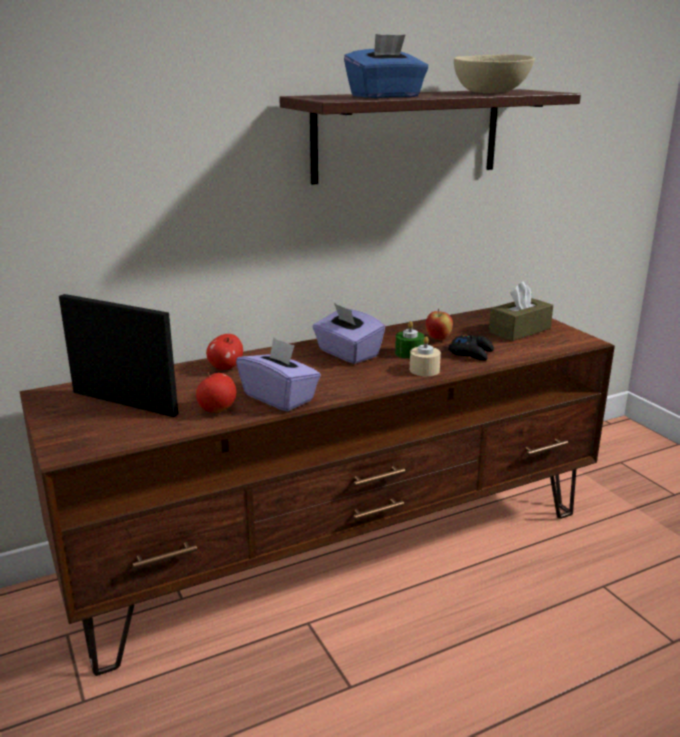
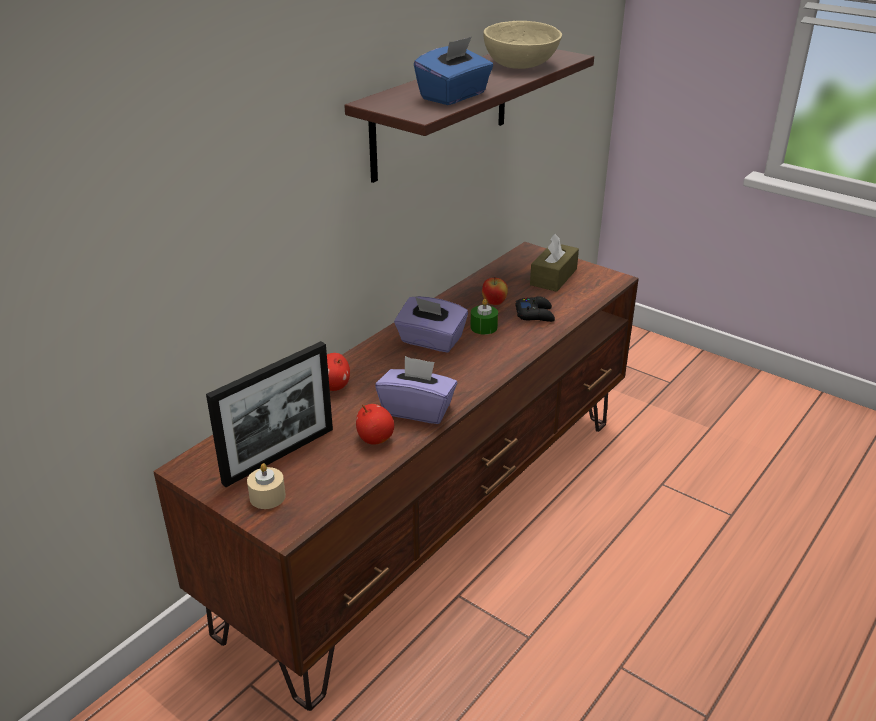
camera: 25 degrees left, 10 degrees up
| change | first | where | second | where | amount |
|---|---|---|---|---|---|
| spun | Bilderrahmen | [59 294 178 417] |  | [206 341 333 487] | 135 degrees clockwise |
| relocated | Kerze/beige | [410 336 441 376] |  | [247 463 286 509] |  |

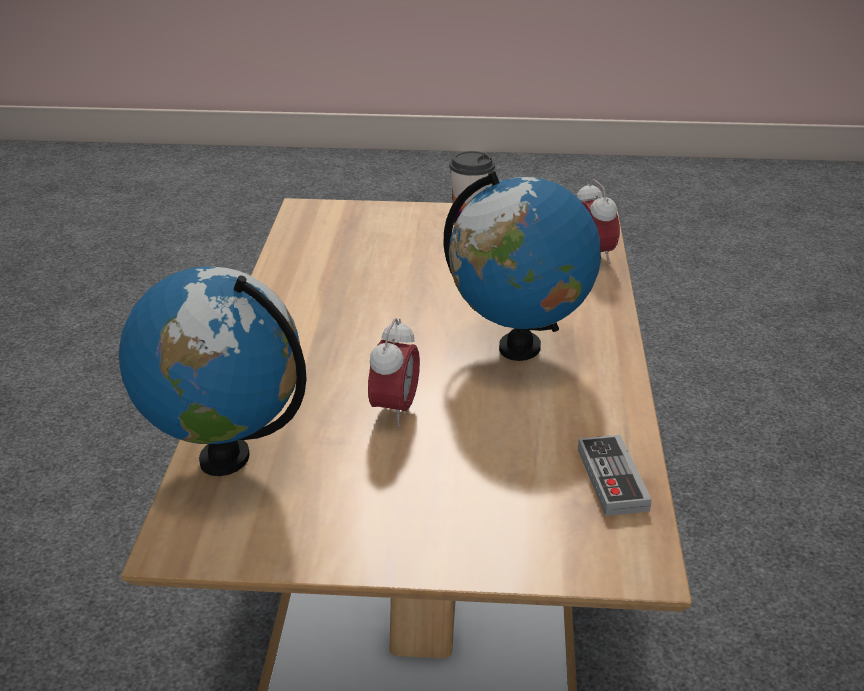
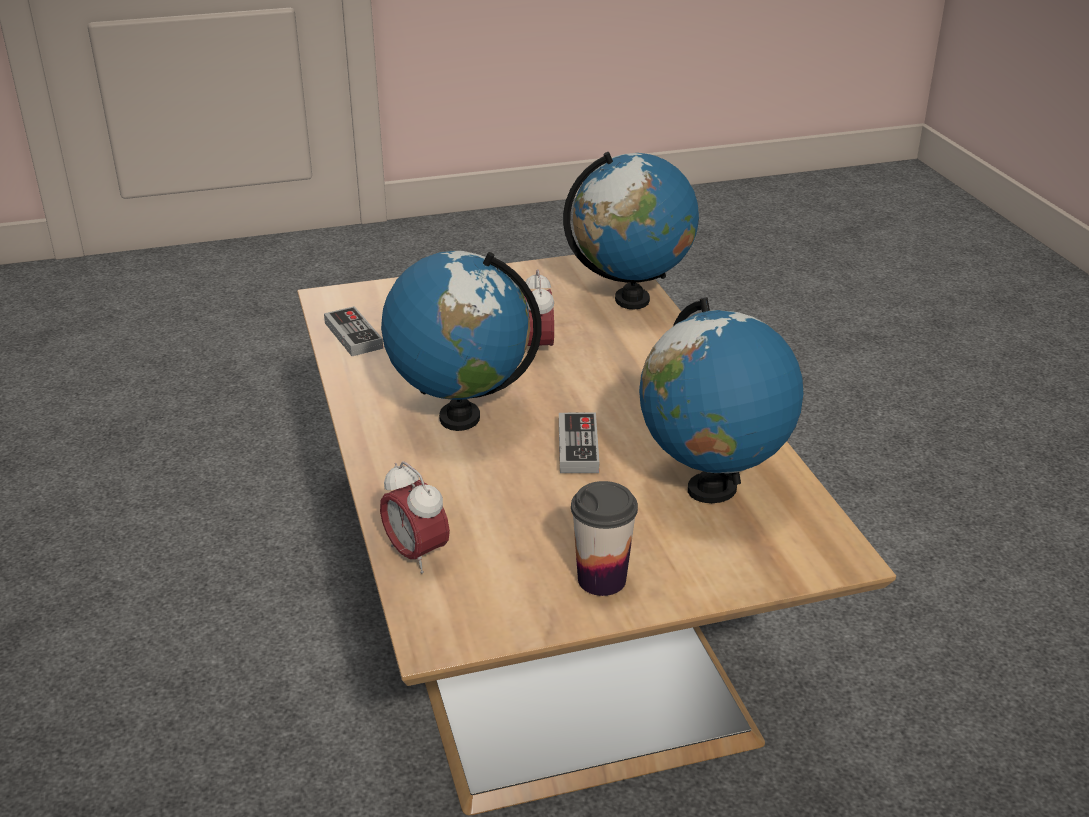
camera: 160 degrees right, 0 degrees up
| change | first | where | second | where | amount |
|---|---|---|---|---|---|
| appeared |  |  | Gamepad | [559 413 599 473] |  |
| appeared |  |  | Globus | [639 298 804 503] |  |

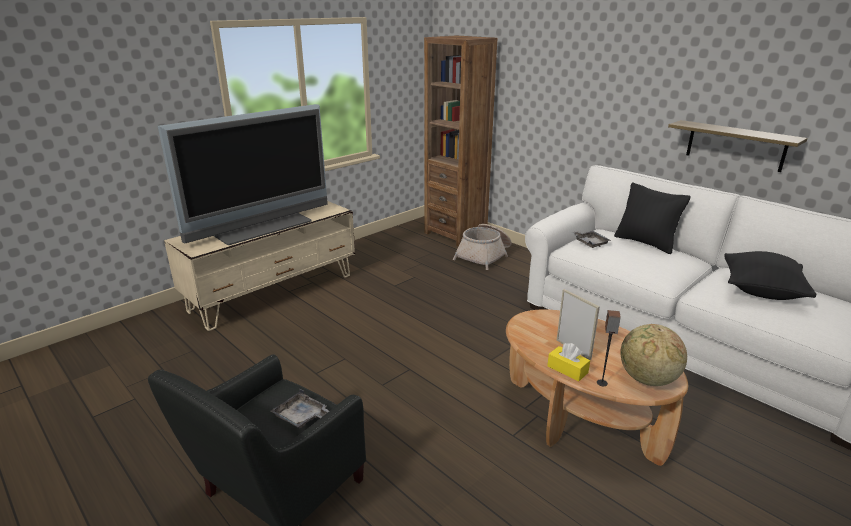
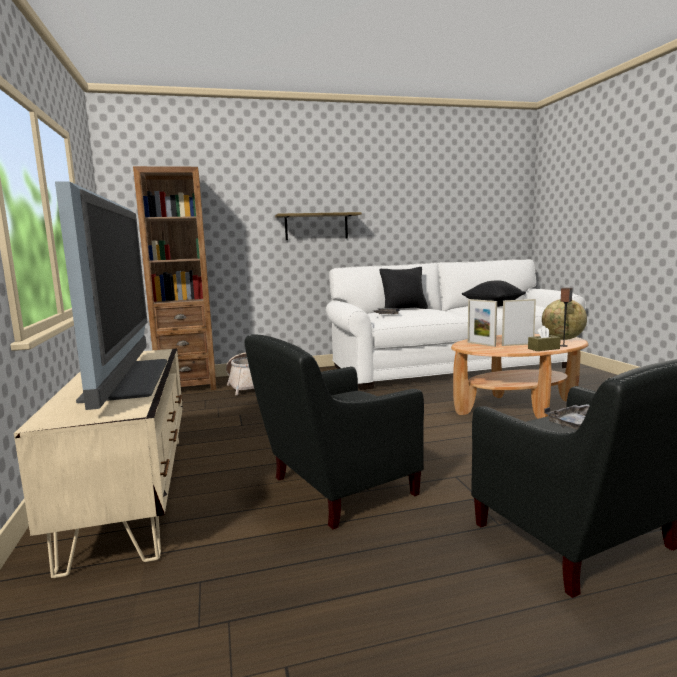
camera: 60 degrees left, 15 degrees down
| change | first | where | second | where | amount |
|---|---|---|---|---|---|
| appeared |  |  | Sessel/schwarz | [245 334 424 530] |  |
| relocated | Wandregal | [668 120 808 172] |  | [275 212 362 240] |  |
| appeared |  |  | Bilderrahmen | [468 299 497 347] |  |
| colour | Taschentuchbox/gelb | [547 343 590 381] | Taschentuchbox/braun | [528 326 561 351] |  |

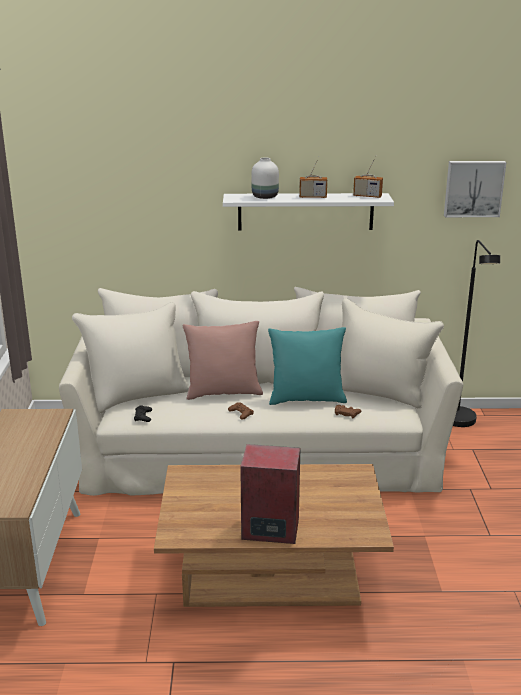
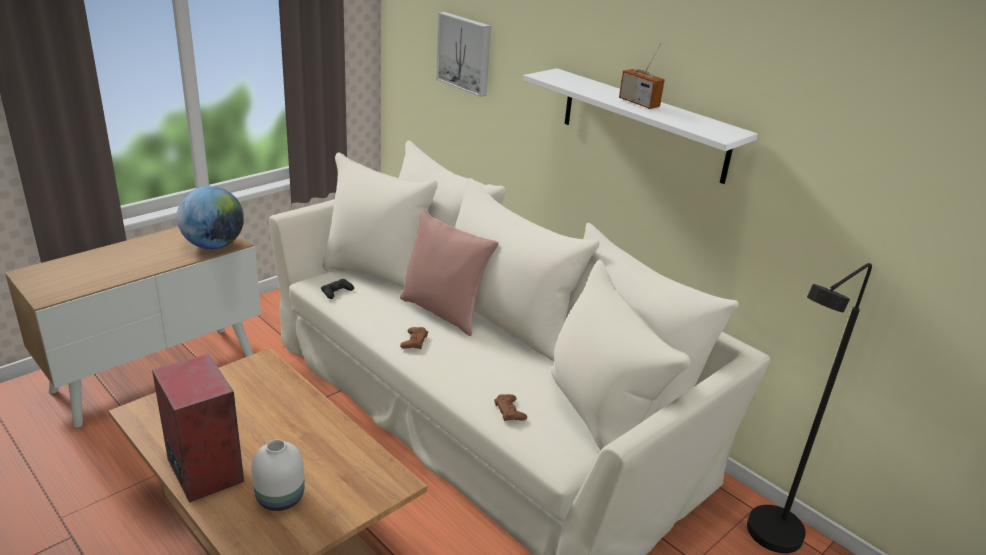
camera: 45 degrees right, 5 degrees up
| change | first | where | second | where | amount |
|---|---|---|---|---|---|
| appeared |  |  | Globus | [177 186 244 249] |  |
| relocated | Vase/weiß | [251 157 279 199] |  | [252 439 305 511] |  |
| relocated | Bild | [444 161 506 217] |  | [436 12 491 97] |  |
| missing | Kissen/türkis | [268 327 347 405] |  |  |  |
| missing | Radio | [353 156 383 198] |  |  |  |

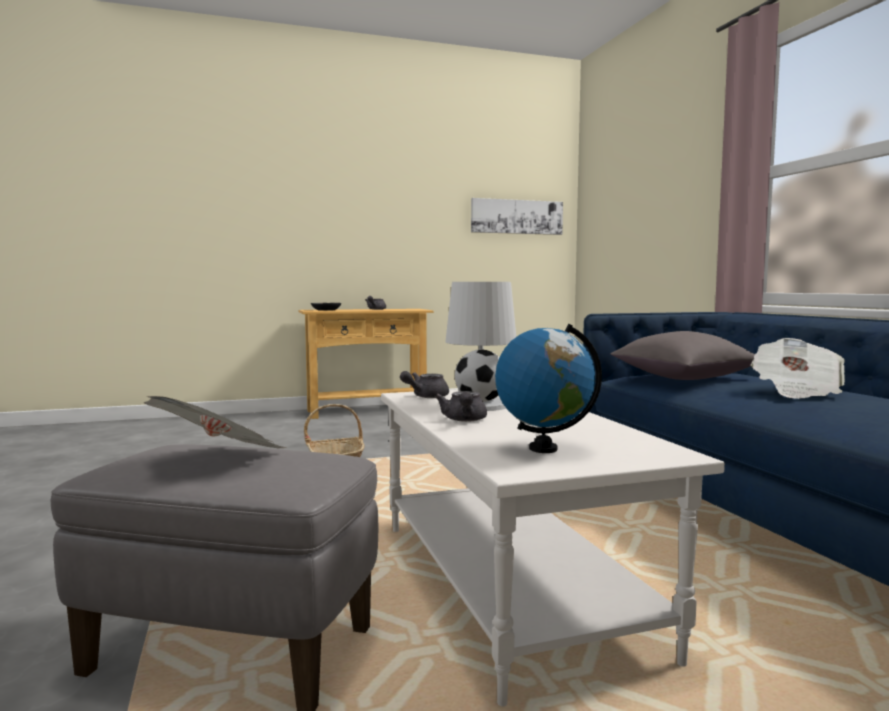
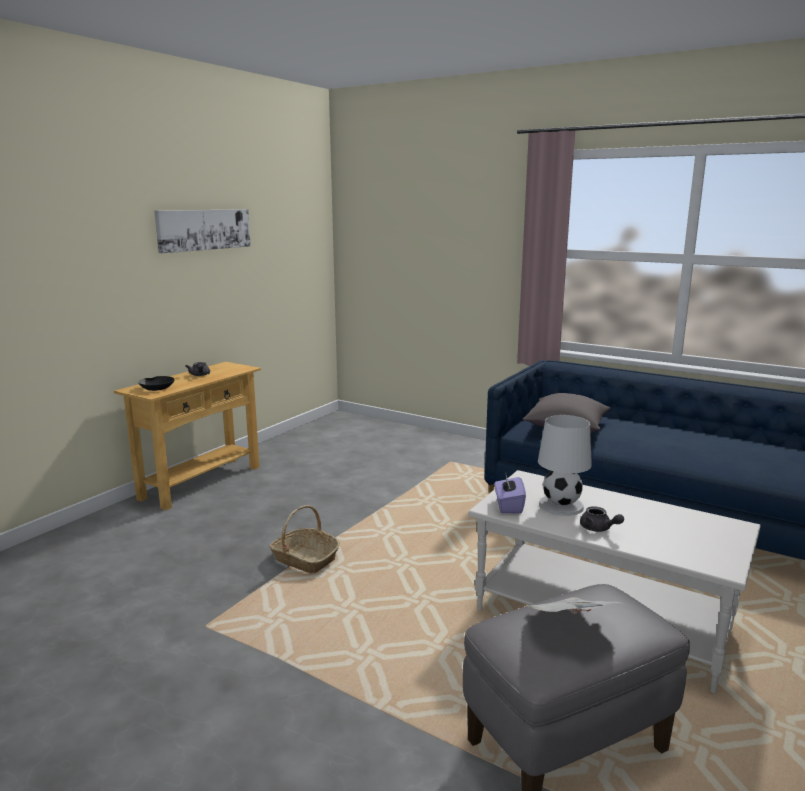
camera: 40 degrees left, 10 degrees up
| change | first | where | second | where | amount |
|---|---|---|---|---|---|
| relocated | Bild | [471 198 563 235] |  | [154 209 251 253] |  |
| exchanged | Teekanne/grau | [400 371 449 398] | Taschentuchbox/lila | [494 472 526 514] |  |
| missing | Globus | [495 324 602 453] |  |  |  |
| missing | Zeitung | [751 338 845 399] |  |  |  |

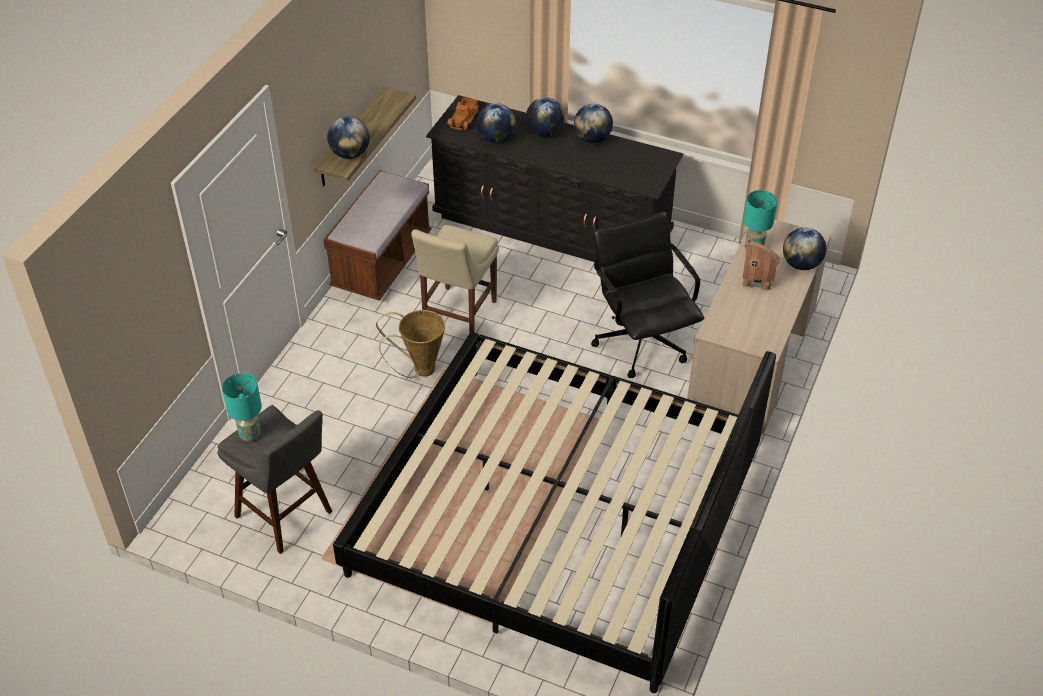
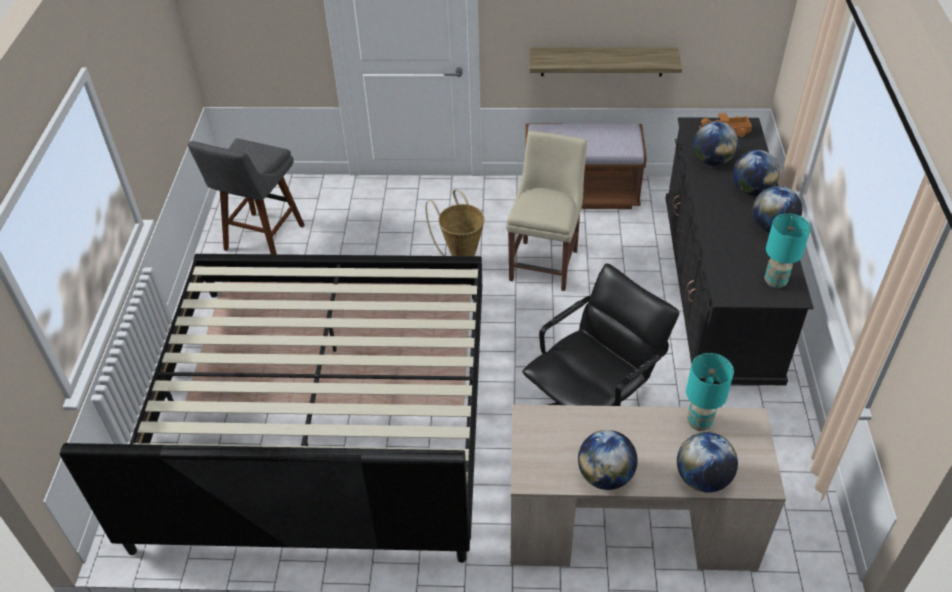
camera: 70 degrees right, 0 degrees up
| change | first | where | second | where | amount |
|---|---|---|---|---|---|
| spun | Stuhl/beige | [411 225 499 334] |  | [506 131 587 291] | 105 degrees clockwise |
| relocated | Globus | [327 116 370 159] |  | [578 430 638 490] |  |
| relocated | Tischlampe/türkis | [222 373 262 442] |  | [765 213 811 288] |  |
| missing | Spielzeughaus | [741 238 781 290] |  |  |  |

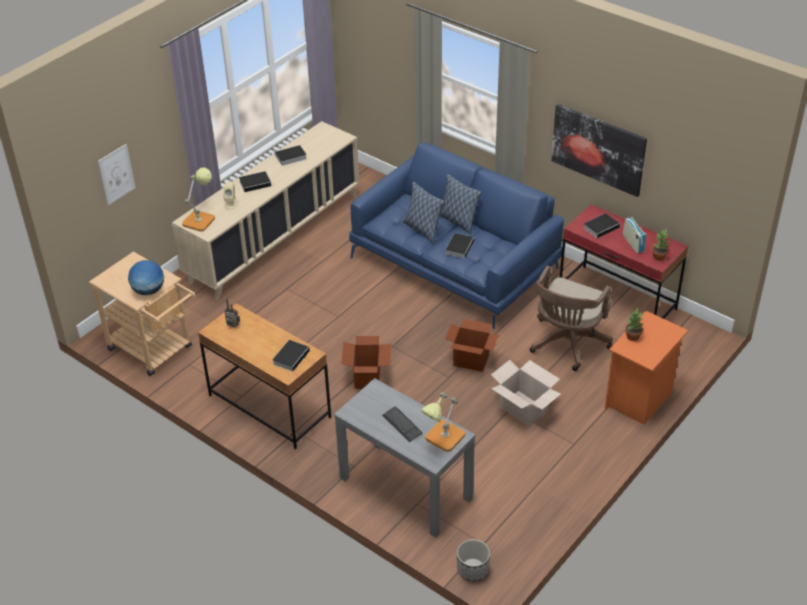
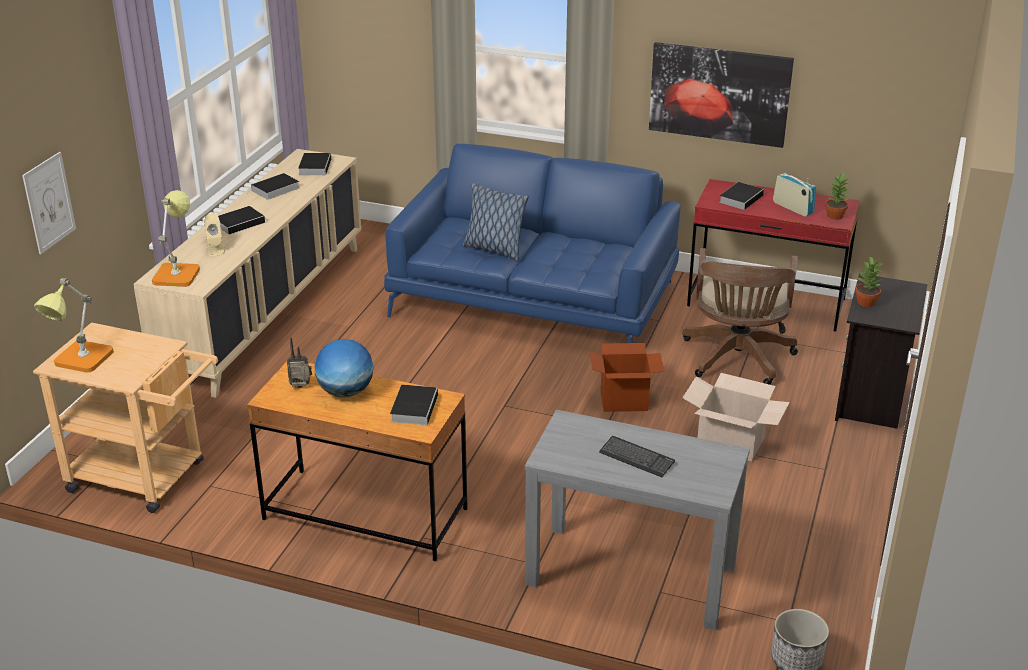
camera: 20 degrees left, 10 degrees down
| change | first | where | second | where | amount |
|---|---|---|---|---|---|
| relocated | Tischlampe | [421 392 465 452] |  | [34 278 114 373] |  |
| relocated | Buch | [446 233 474 258] |  | [298 153 331 175] |  |
| relocated | Globus | [128 260 164 296] |  | [314 339 374 397] |  |
| colour | Nachttisch/orange | [605 311 688 425] | Nachttisch/schwarz | [835 273 928 429] |  |
| missing | Karton | [341 336 391 389] |  |  |  |
| missing | Kissen | [440 174 482 234] |  |  |  |

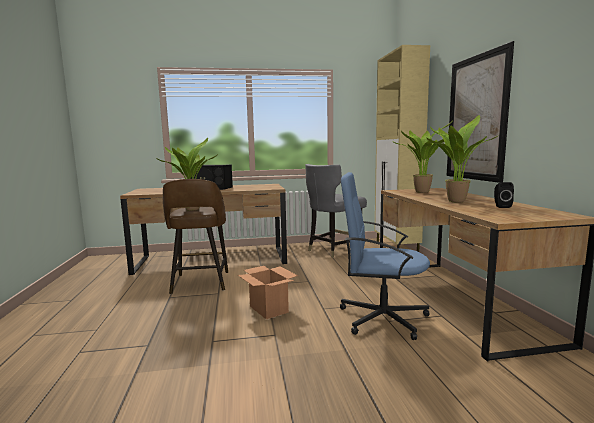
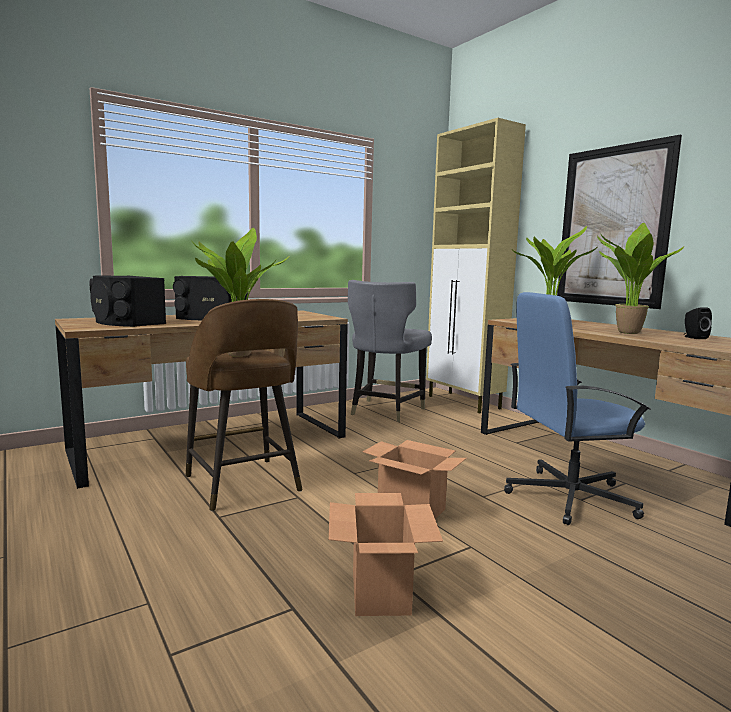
camera: 25 degrees left, 0 degrees up
| change | first | where | second | where | amount |
|---|---|---|---|---|---|
| appeared |  |  | Lautsprecher/schwarz | [90 275 166 327] |  |
| appeared |  |  | Karton | [329 493 443 616] |  |

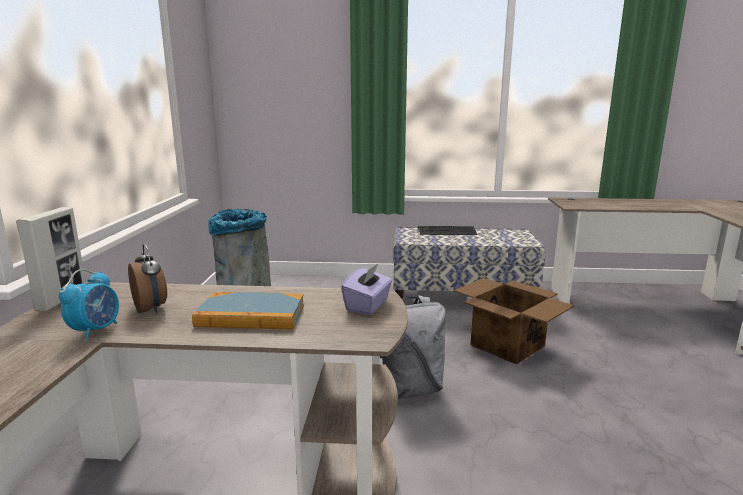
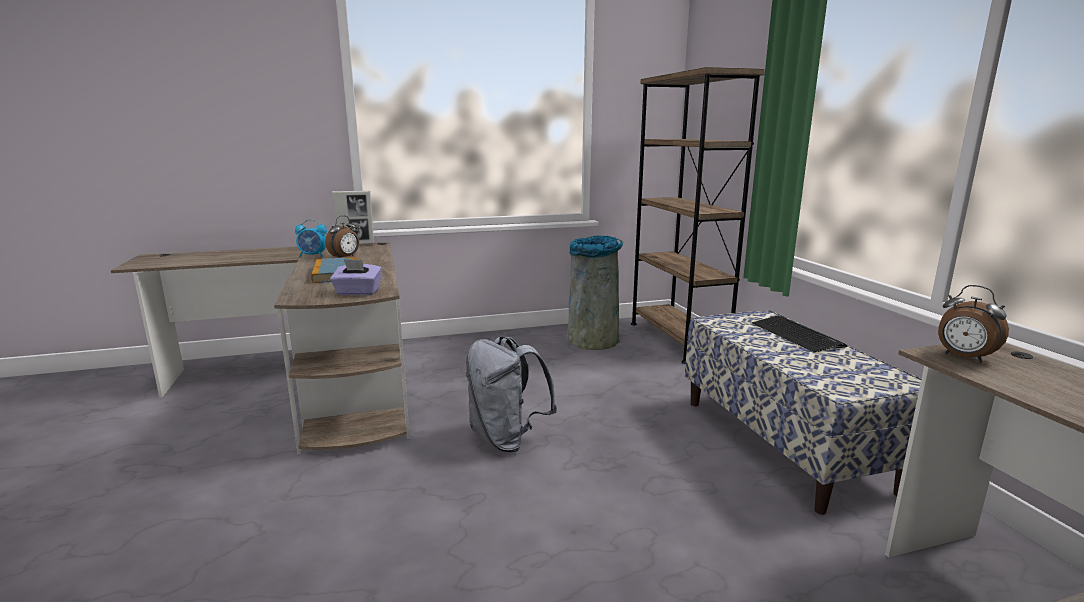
camera: 70 degrees right, 0 degrees up
| change | first | where | second | where | amount |
|---|---|---|---|---|---|
| appeared |  |  | Bücherregal/braun | [631 67 765 364] |  |
| appeared |  |  | Wecker | [938 285 1009 363] |  |
| missing | Karton | [454 278 574 364] |  |  |  |

